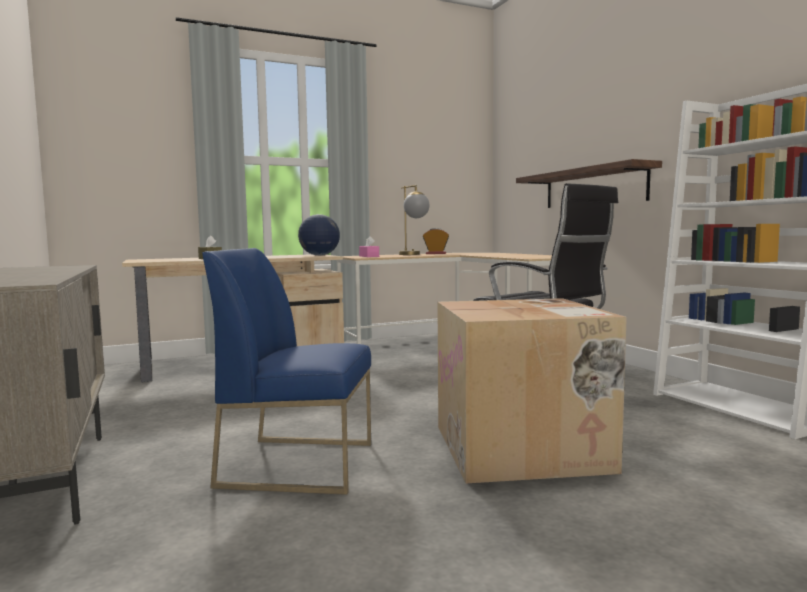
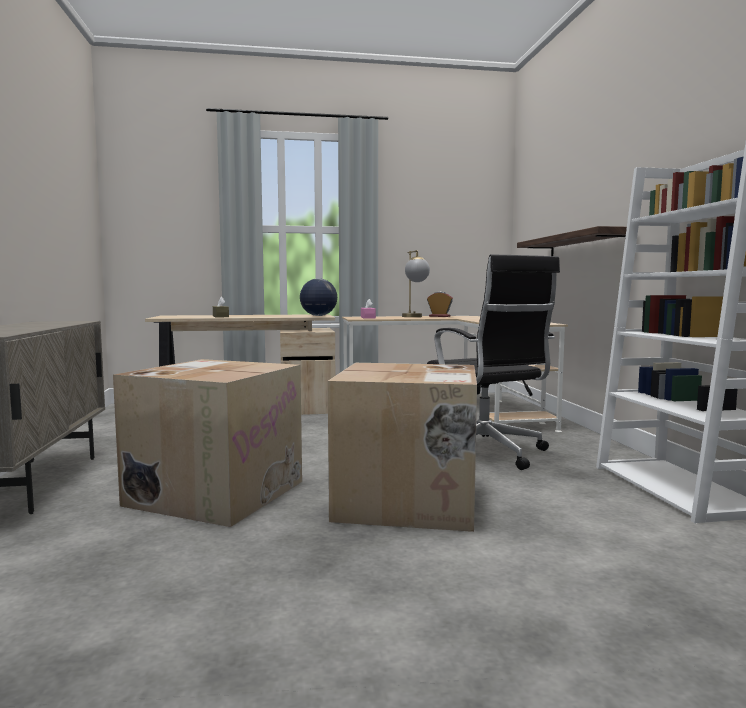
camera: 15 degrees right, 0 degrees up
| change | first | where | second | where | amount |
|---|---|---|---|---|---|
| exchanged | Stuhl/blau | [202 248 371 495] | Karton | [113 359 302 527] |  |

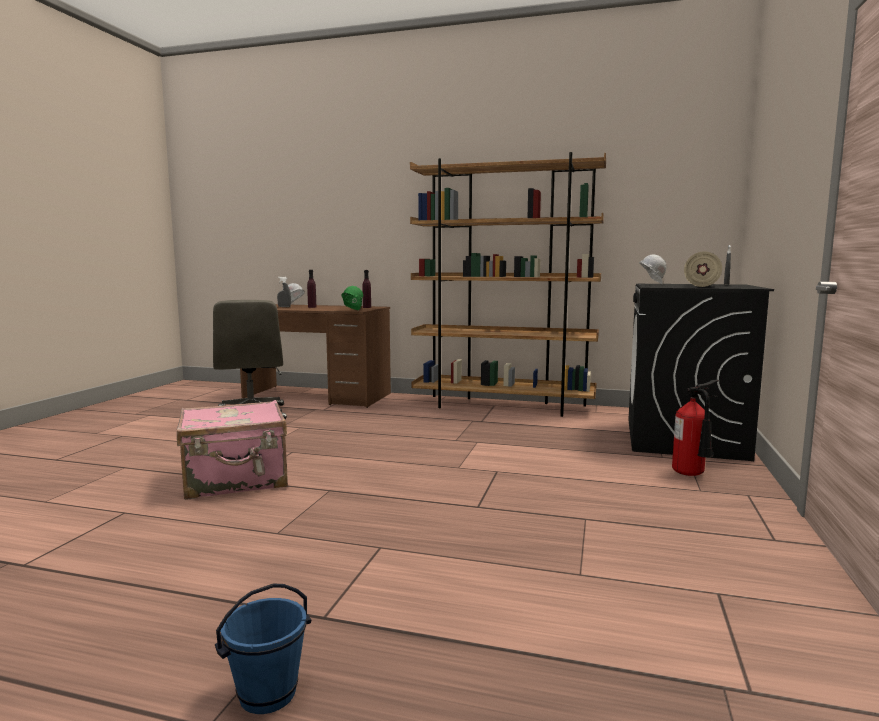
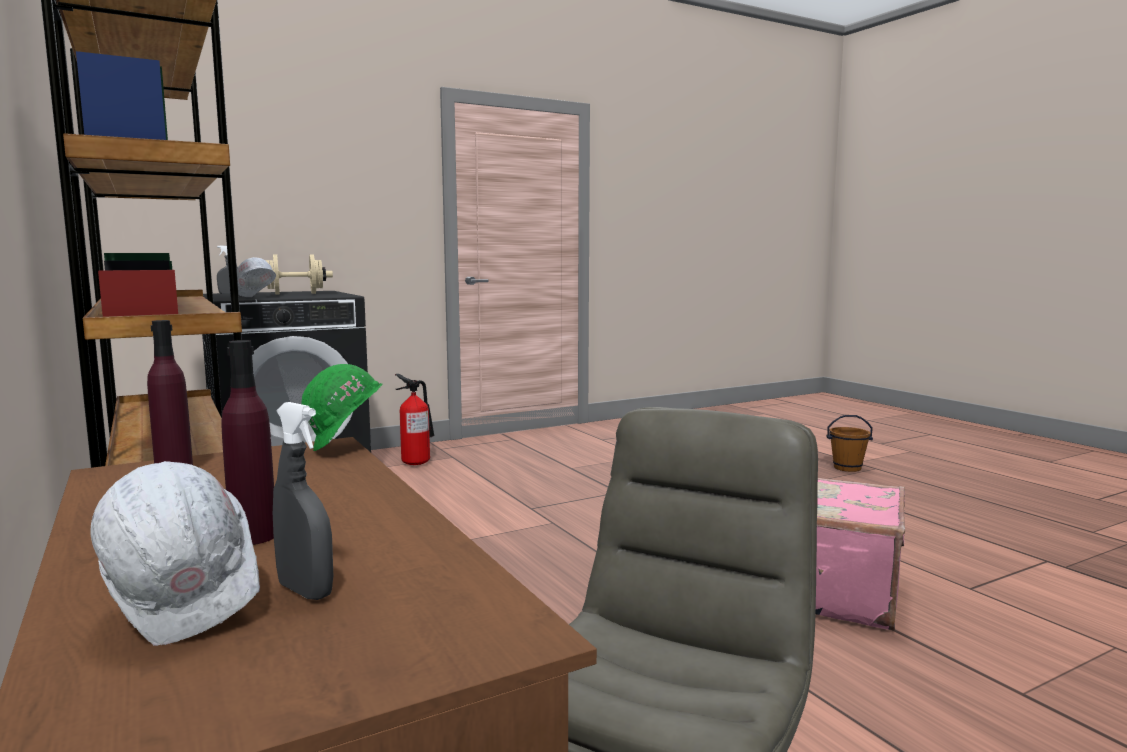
camera: 135 degrees left, 0 degrees up
| change | first | where | second | where | amount |
|---|---|---|---|---|---|
| colour | Eimer/blau | [215 583 311 714] | Eimer/braun | [826 415 873 472] |  |

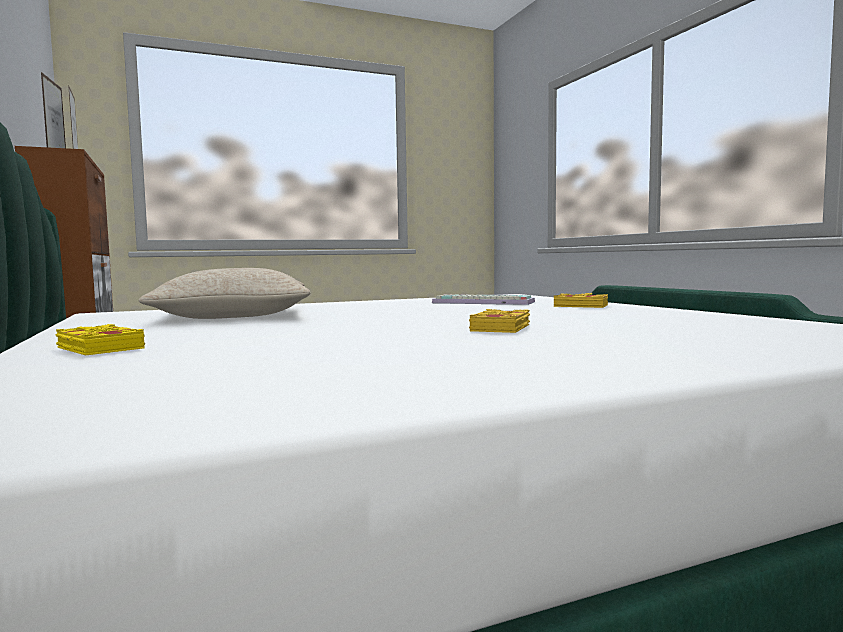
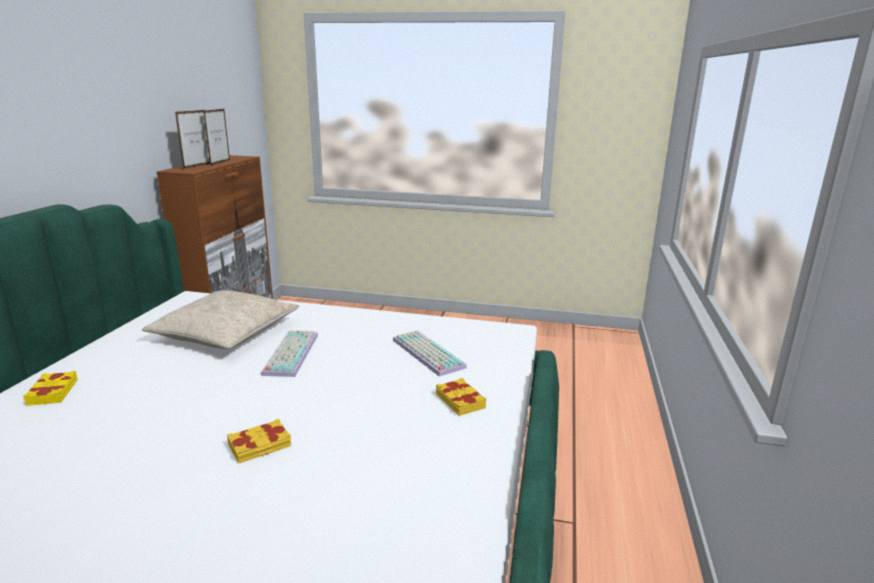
camera: 35 degrees right, 15 degrees up
| change | first | where | second | where | amount |
|---|---|---|---|---|---|
| appeared |  |  | Tastatur | [261 330 318 377] |  |

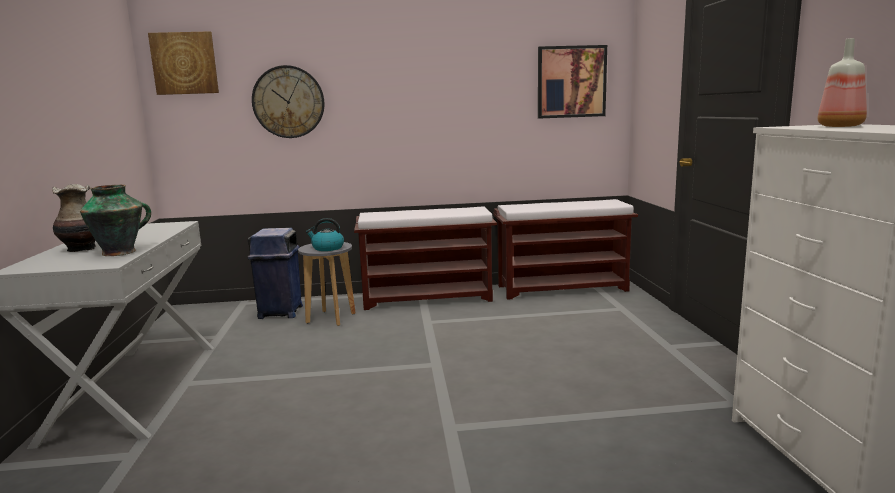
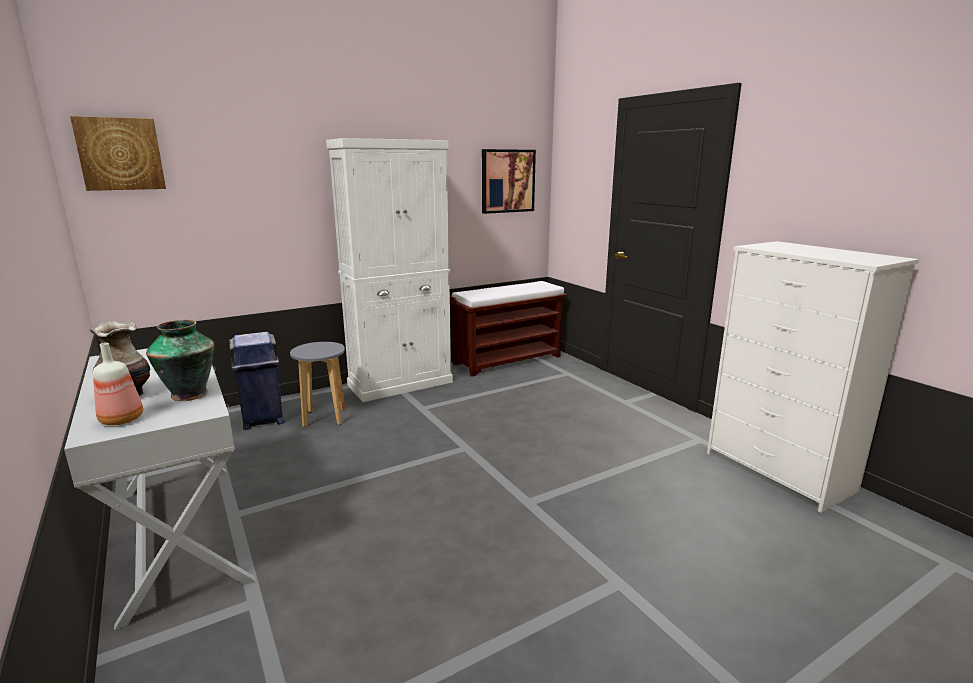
camera: 25 degrees left, 5 degrees up
| change | first | where | second | where | amount |
|---|---|---|---|---|---|
| relocated | Flasche | [818 38 867 127] |  | [93 343 143 425] |  |
| exchanged | Bank/braun | [354 206 497 310] | Schrank/weiß | [326 138 453 402] |  |
| missing | Wanduhr | [252 65 325 138] |  |  |  |
| missing | Wasserkessel | [306 218 344 251] |  |  |  |

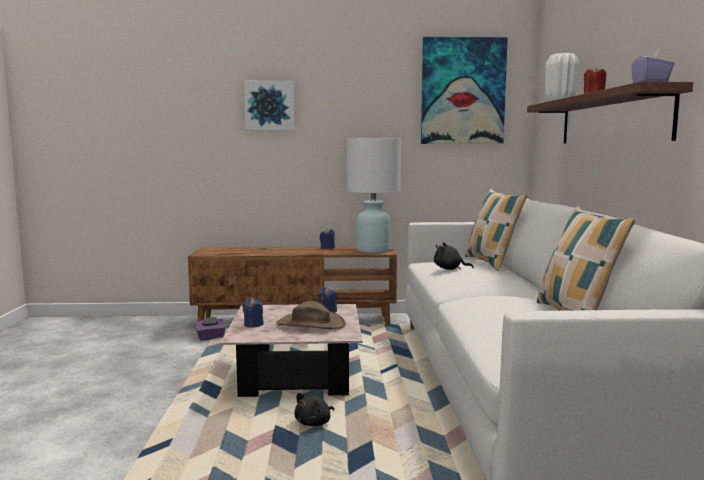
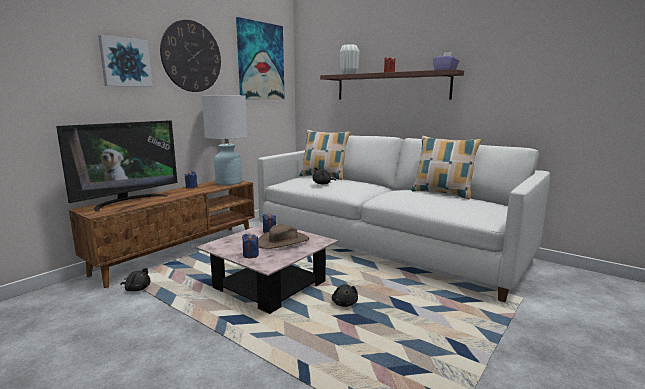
camera: 50 degrees left, 5 degrees up
| change | first | where | second | where | amount |
|---|---|---|---|---|---|
| appeared |  |  | Fernseher | [56 120 177 212] |  |
| exchanged | Taschentuchbox/lila | [195 317 226 340] | Plüschtier/schwarz | [121 268 150 291] |  |
| appeared |  |  | Wanduhr | [160 20 221 92] |  |

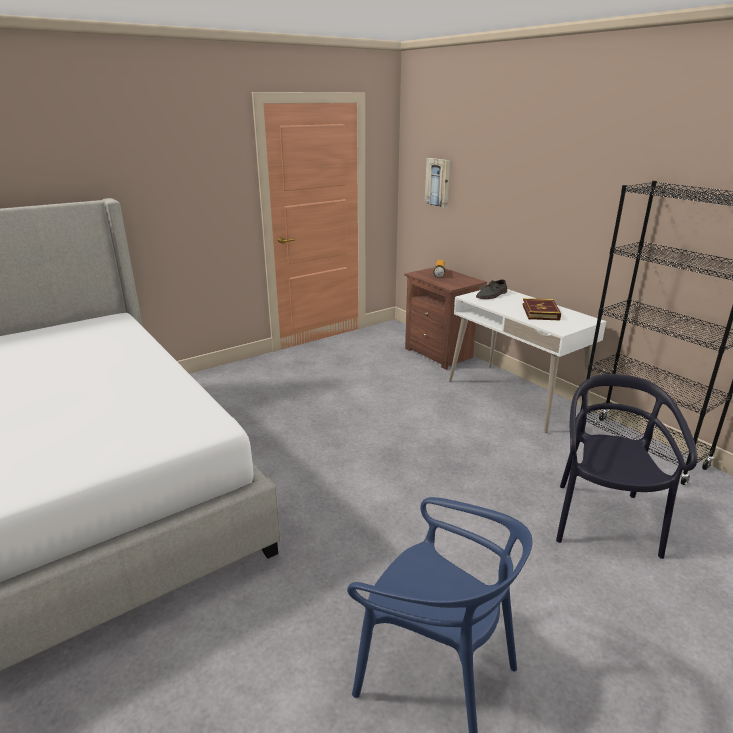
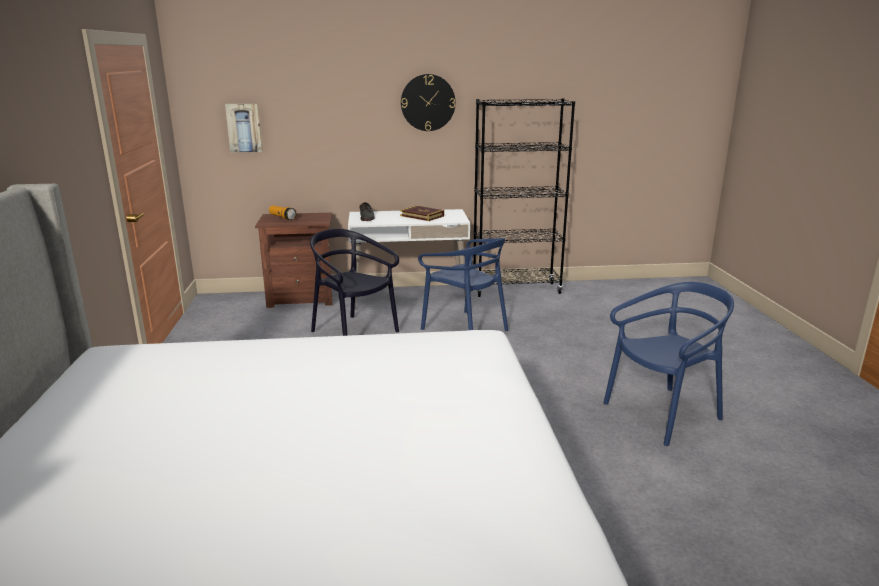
camera: 60 degrees left, 5 degrees down
| change | first | where | second | where | amount |
|---|---|---|---|---|---|
| relocated | Stuhl/schwarz | [556 374 698 559] |  | [310 229 399 336] |  |
| appeared |  |  | Wanduhr | [401 74 456 131] |  |
| appeared |  |  | Stuhl/blau | [418 238 508 331] |  |

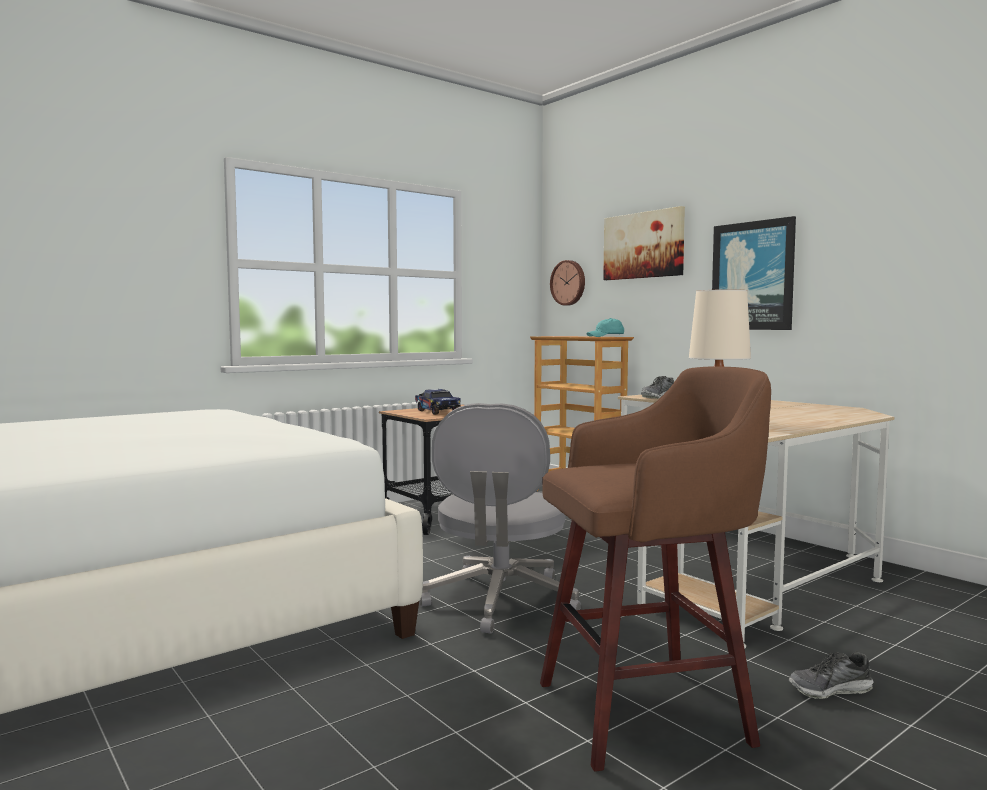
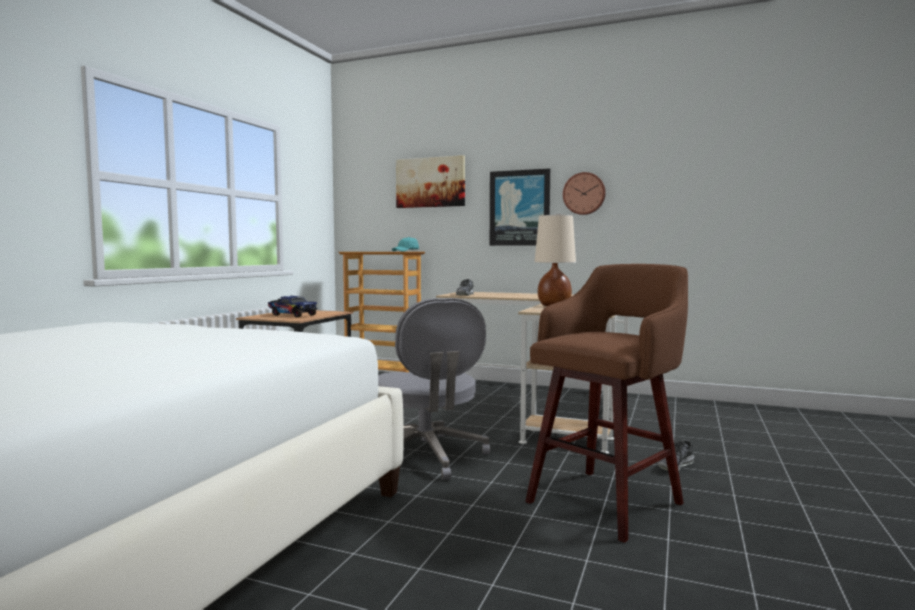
camera: 30 degrees left, 0 degrees up
| change | first | where | second | where | amount |
|---|---|---|---|---|---|
| relocated | Wanduhr | [550 260 585 306] |  | [563 172 606 215] |  |

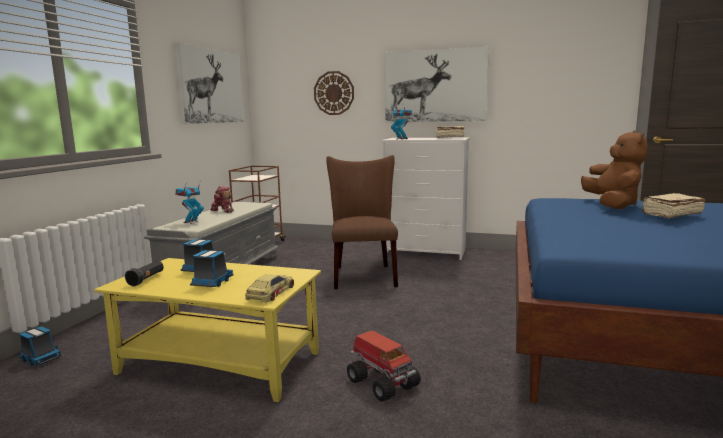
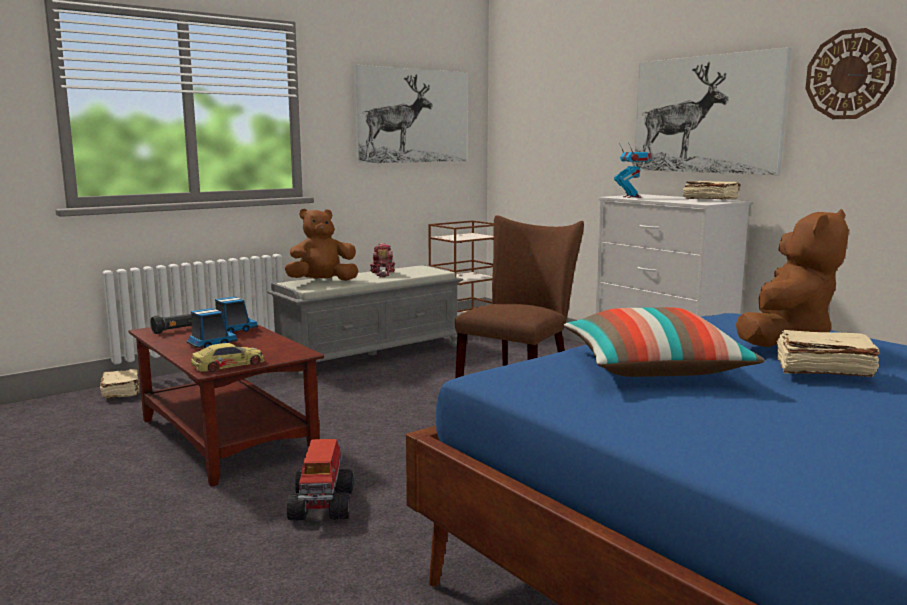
camera: 35 degrees right, 0 degrees up
| change | first | where | second | where | amount |
|---|---|---|---|---|---|
| exchanged | Spielzeuglaster | [19 326 62 366] | Buch/beige | [100 369 140 398] |  |
| colour | Couchtisch/gelb | [94 258 321 402] | Couchtisch/braun | [128 324 324 487] |  |
| exchanged | Spielzeugroboter | [175 180 204 224] | Plüschtier/braun | [284 209 358 281] |  |
| appeared |  |  | Kissen | [564 307 765 377] |  |
| relocated | Wanduhr | [314 71 354 115] |  | [805 28 897 119] |  |

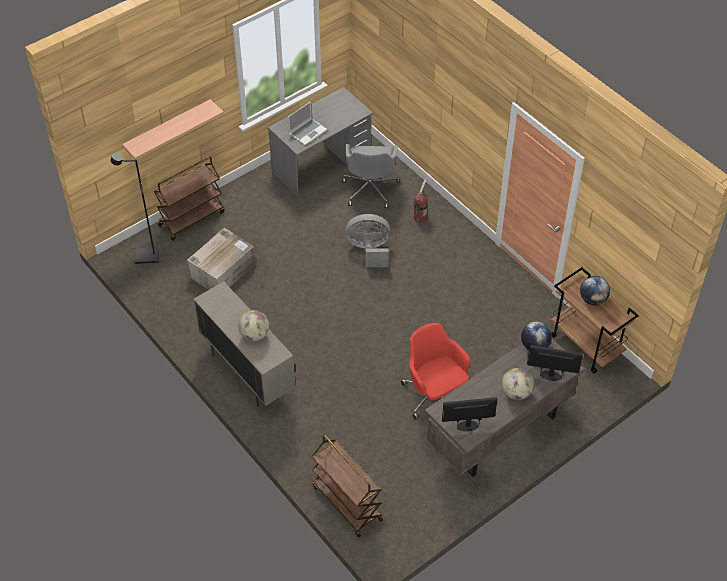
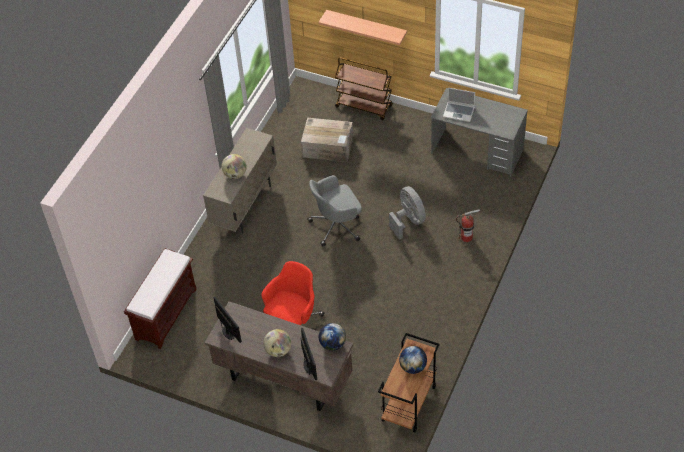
camera: 65 degrees right, 0 degrees up
| change | first | where | second | where | amount |
|---|---|---|---|---|---|
| exchanged | Rollwagen/braun | [312 435 383 537] | Bank/braun | [124 248 197 349] |  |
| relocated | Bürostuhl/grau | [342 144 400 208] |  | [307 175 362 246] |  |
| missing | Stehlampe/schwarz | [111 153 159 264] |  |  |  |

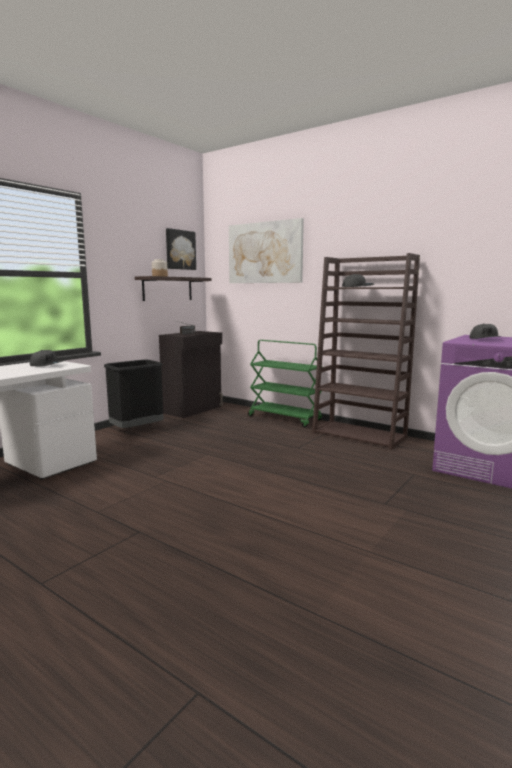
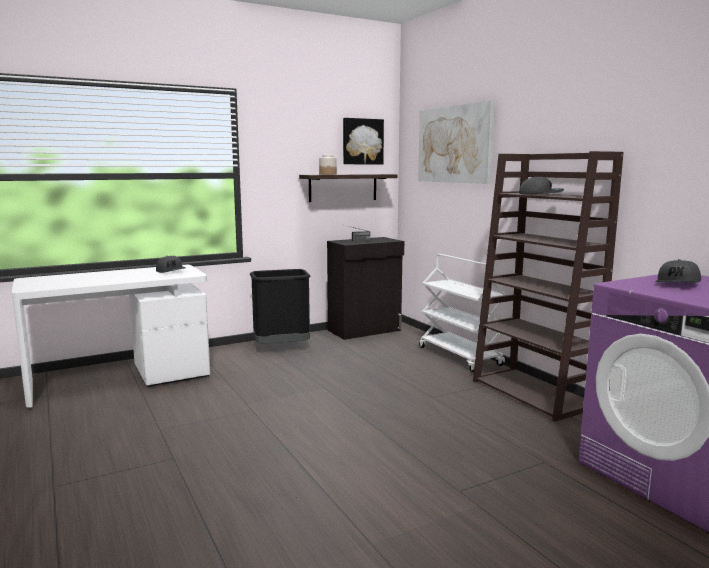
camera: 25 degrees right, 0 degrees up
| change | first | where | second | where | amount |
|---|---|---|---|---|---|
| colour | Rollwagen/grün | [248 340 323 427] | Rollwagen/weiß | [419 254 506 372] |  |

